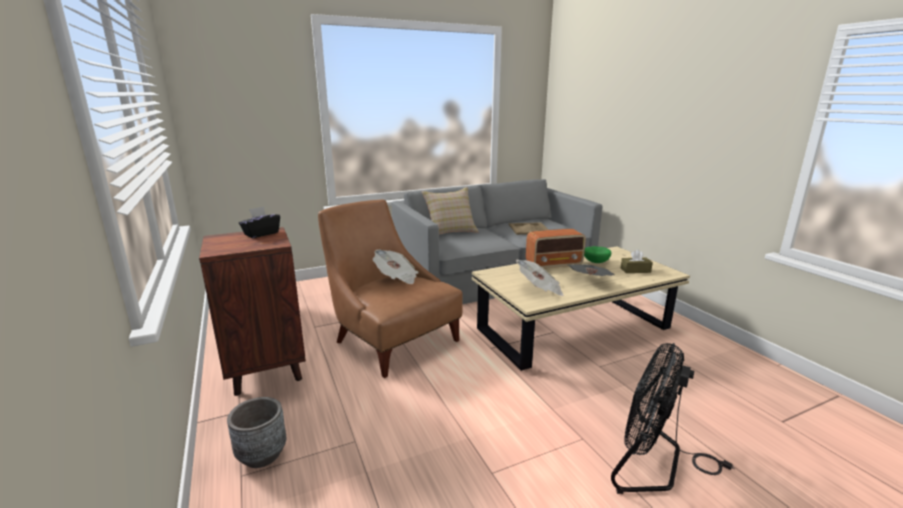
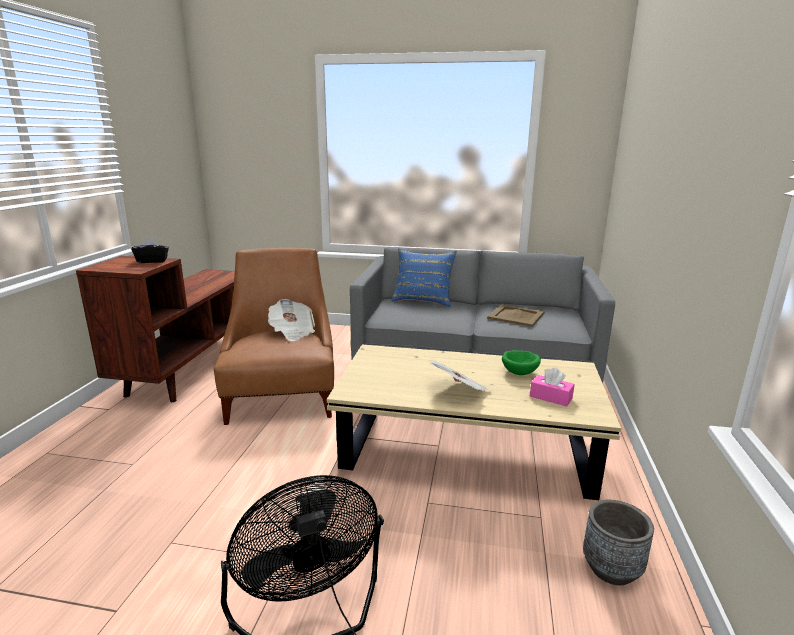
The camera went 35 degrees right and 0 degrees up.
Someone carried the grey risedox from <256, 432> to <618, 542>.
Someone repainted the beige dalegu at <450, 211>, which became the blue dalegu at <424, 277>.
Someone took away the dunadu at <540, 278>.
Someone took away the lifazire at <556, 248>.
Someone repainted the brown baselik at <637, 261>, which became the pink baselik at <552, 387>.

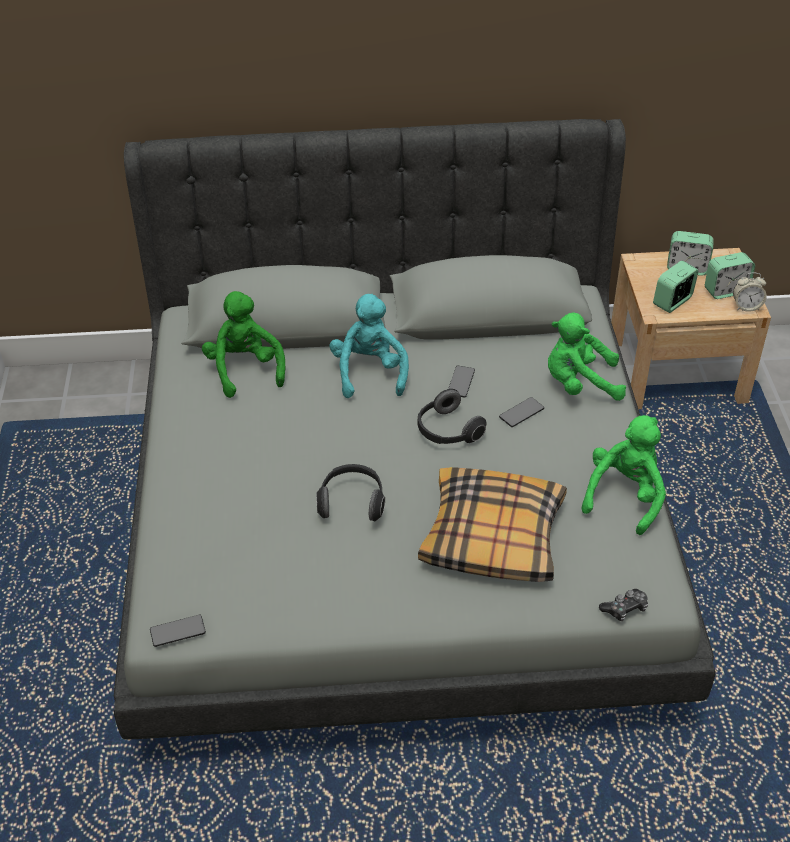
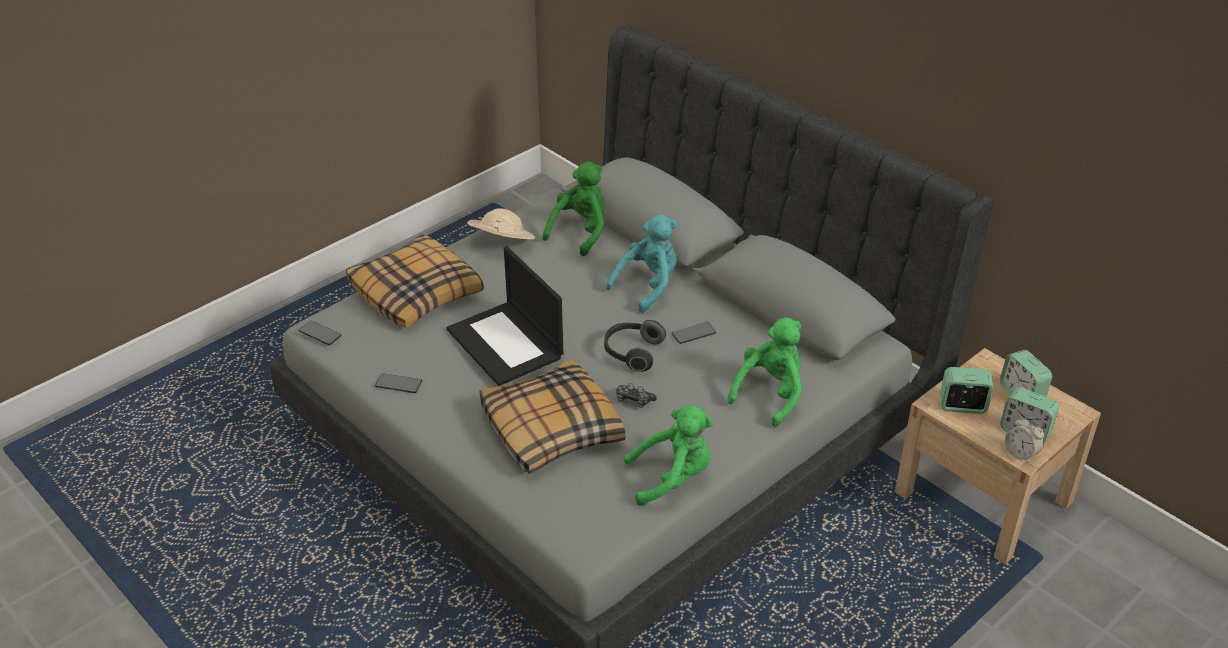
The camera went 50 degrees right and 5 degrees down.
Someone swapped the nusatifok at <350, 492> for the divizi at <505, 316>.
Someone carried the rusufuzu from <521, 412> to <398, 383>.
Someone rotated the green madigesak at <587, 356> by 75 degrees clockwise.
Someone carried the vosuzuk from <623, 605> to <637, 395>.
Someone put down the dalegu at <415, 281>.
Someone put down the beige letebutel at <501, 223>.

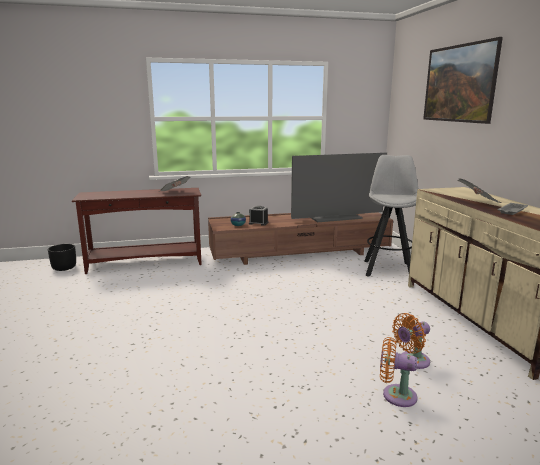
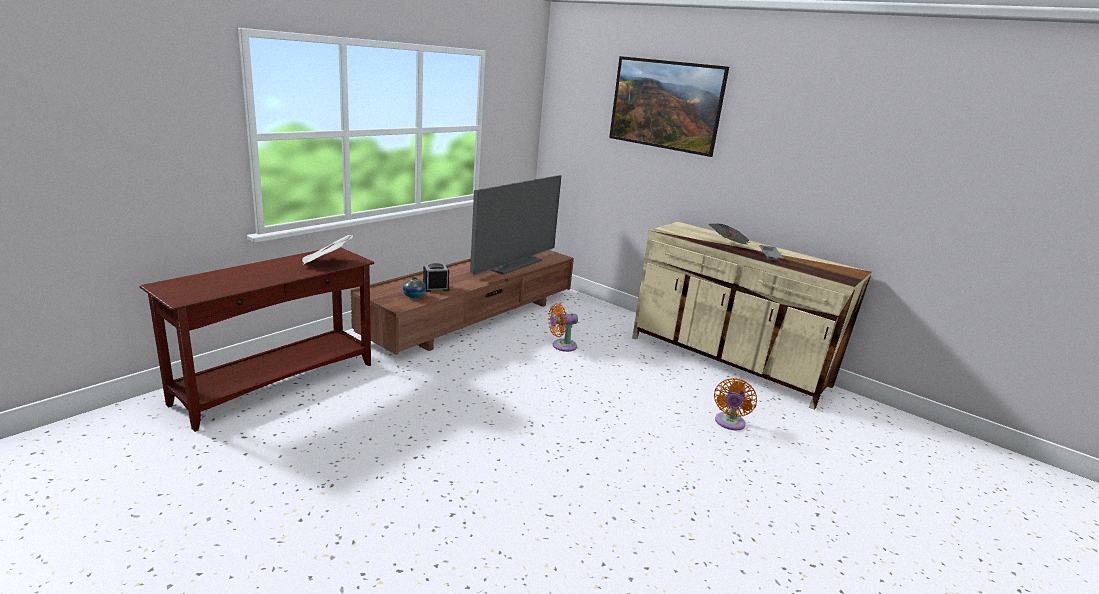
The camera went 40 degrees left and 5 degrees up.
Someone took away the black risedox at <62, 257>.
Someone took away the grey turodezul at <391, 216>.
Someone carried the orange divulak from <398, 372> to <563, 327>.

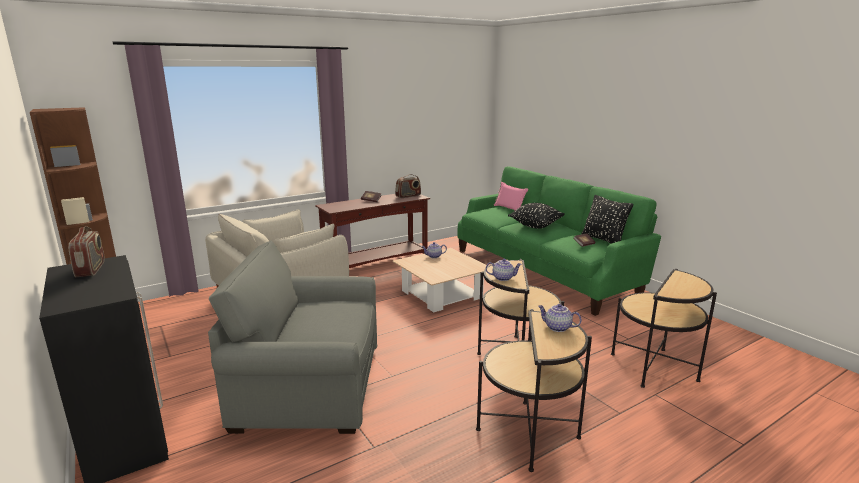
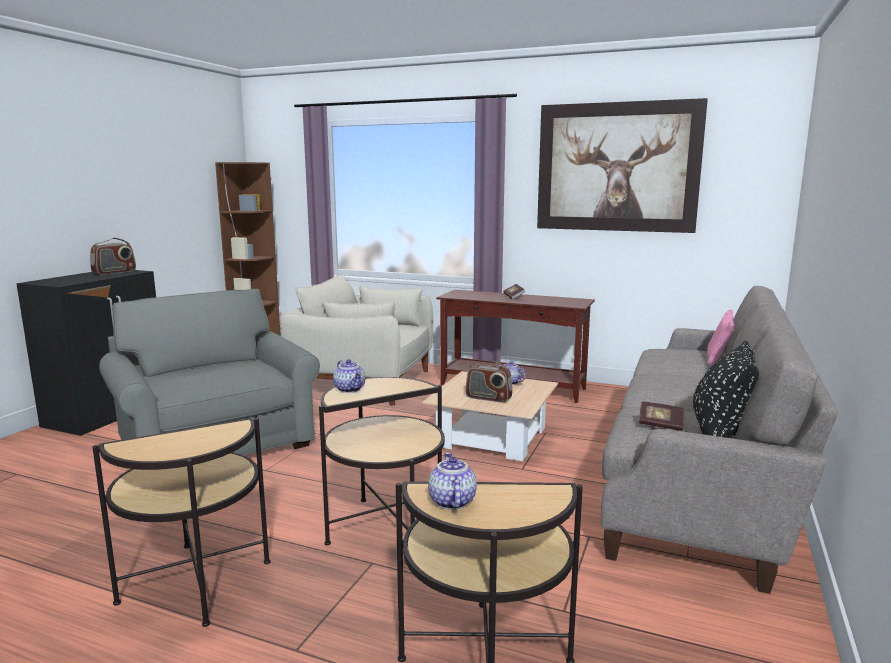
The camera went 55 degrees right and 5 degrees down.
Someone carried the lifazire from <408, 186> to <488, 381>.
Someone repainted the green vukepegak at <559, 241>, which became the grey vukepegak at <719, 440>.
Someone took away the black dalegu at <536, 216>.
Someone carried the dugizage from <560, 318> to <452, 480>.
Someone put up the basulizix at <622, 165>.

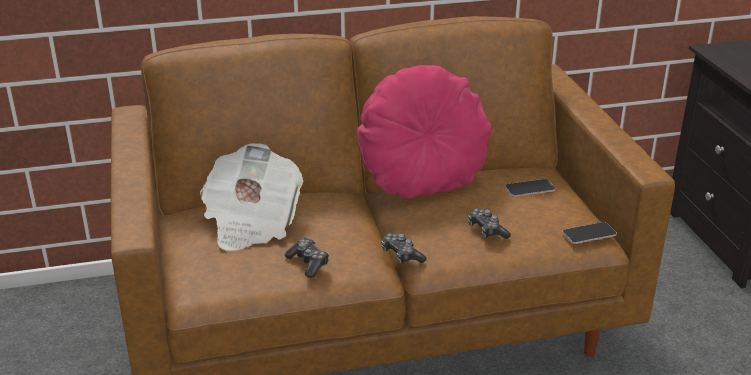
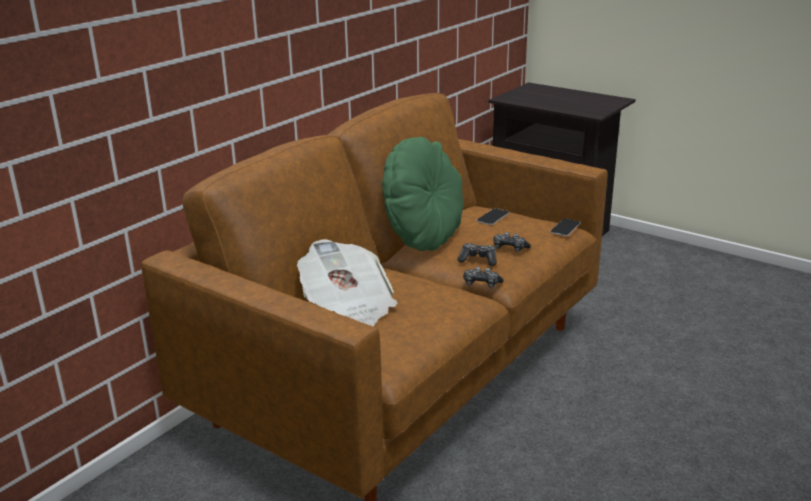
The camera went 40 degrees left and 5 degrees down.
Someone carried the vosuzuk from <307, 258> to <477, 254>.
Someone repainted the pink dalegu at <424, 132>, which became the green dalegu at <422, 194>.

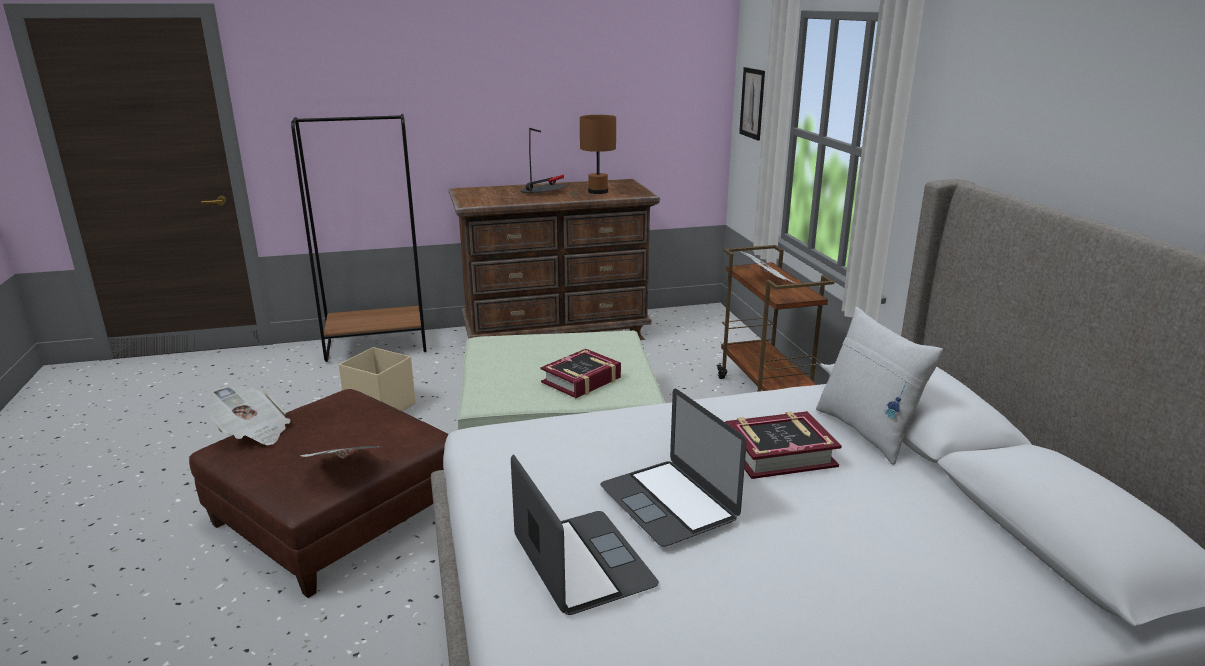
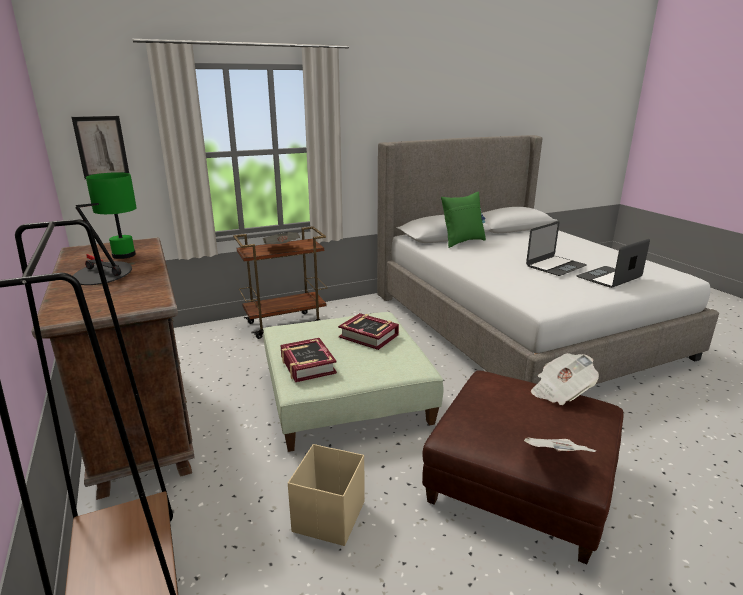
The camera went 100 degrees left and 0 degrees up.
Someone repainted the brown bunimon at <598, 154>, which became the green bunimon at <111, 215>.
Someone carried the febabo from <783, 445> to <308, 360>.
Someone repainted the grey dalegu at <879, 386>, which became the green dalegu at <463, 219>.

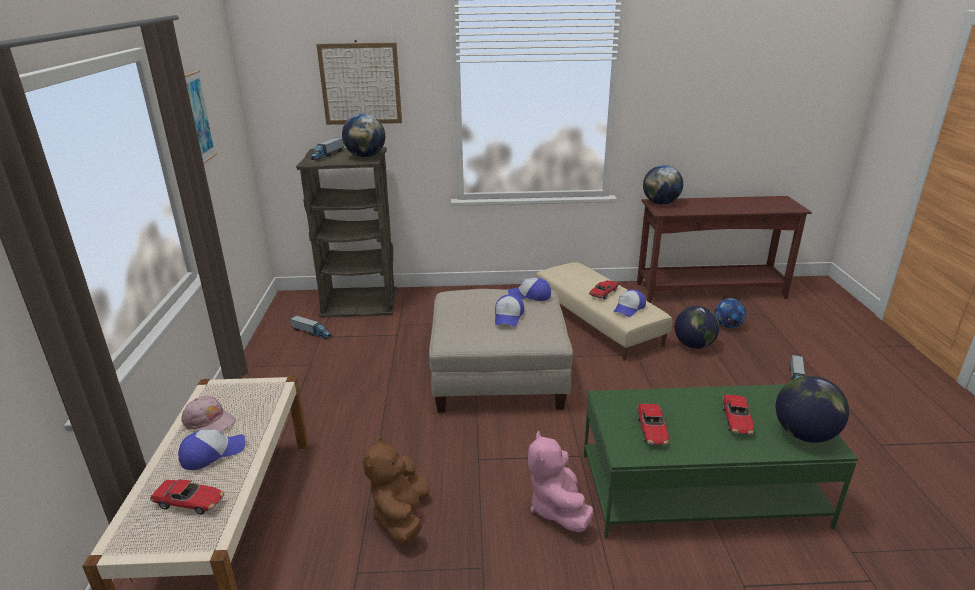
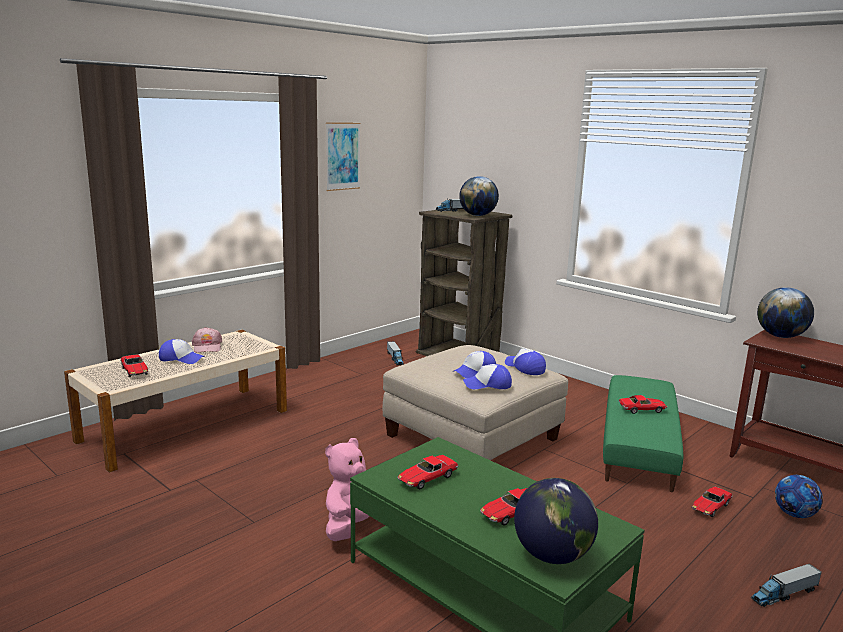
The camera went 45 degrees right and 10 degrees down.
Someone took away the basulizix at <359, 82>.
Someone took away the brown madigesak at <396, 490>.
Someone repainted the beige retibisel at <604, 311>, which became the green retibisel at <643, 433>.
Someone carried the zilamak from <630, 303> to <487, 376>.
Someone swapped the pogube at <697, 327> for the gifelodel at <712, 501>.

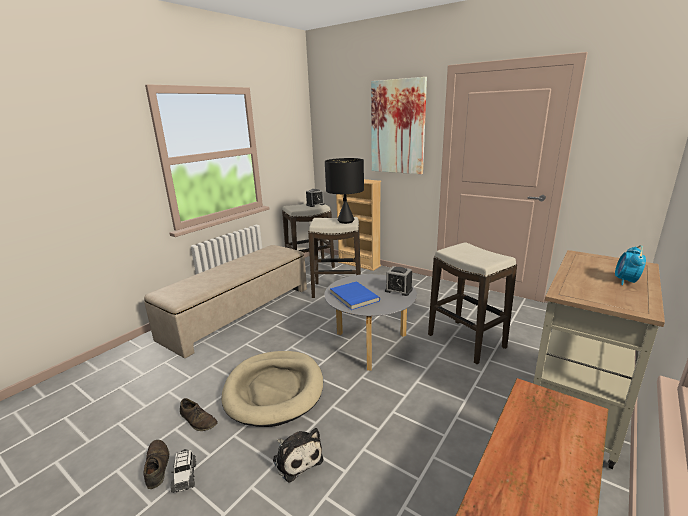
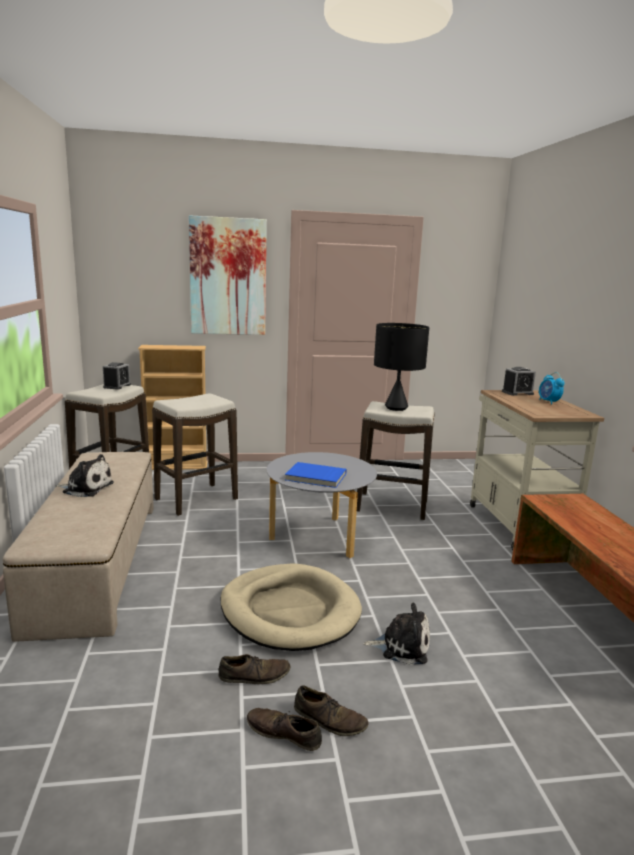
The camera went 45 degrees left and 5 degrees down.
Someone swapped the gifelodel at <183, 471> for the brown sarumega at <331, 710>.
Someone carried the black bunimon from <344, 191> to <401, 367>.
Someone carried the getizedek from <399, 281> to <519, 381>.
Someone put down the madigesak at <84, 475>.

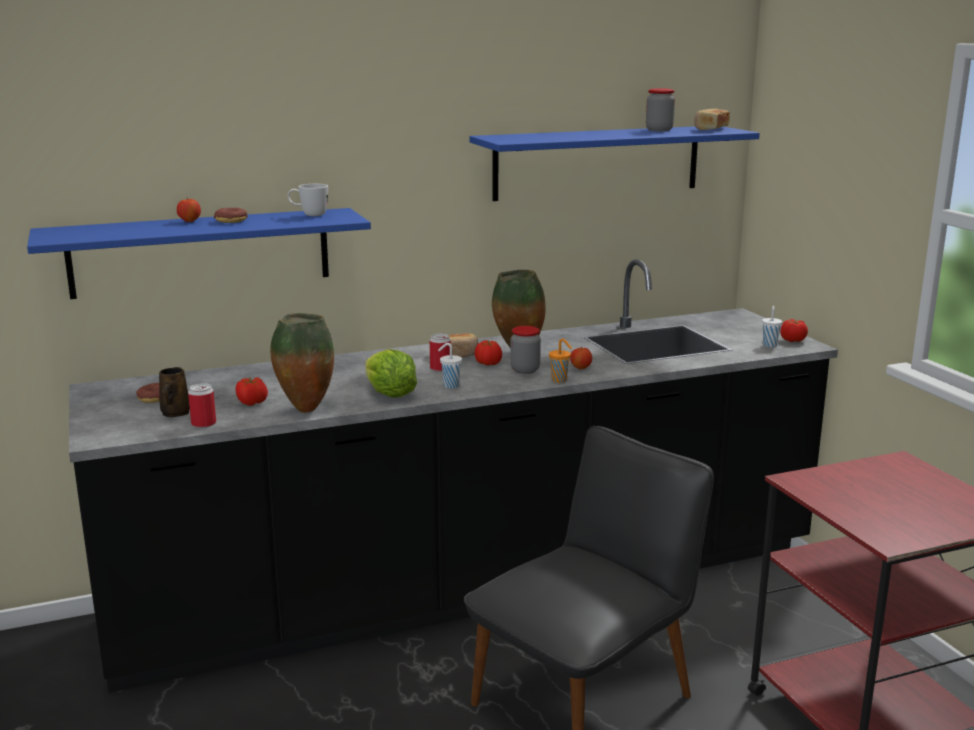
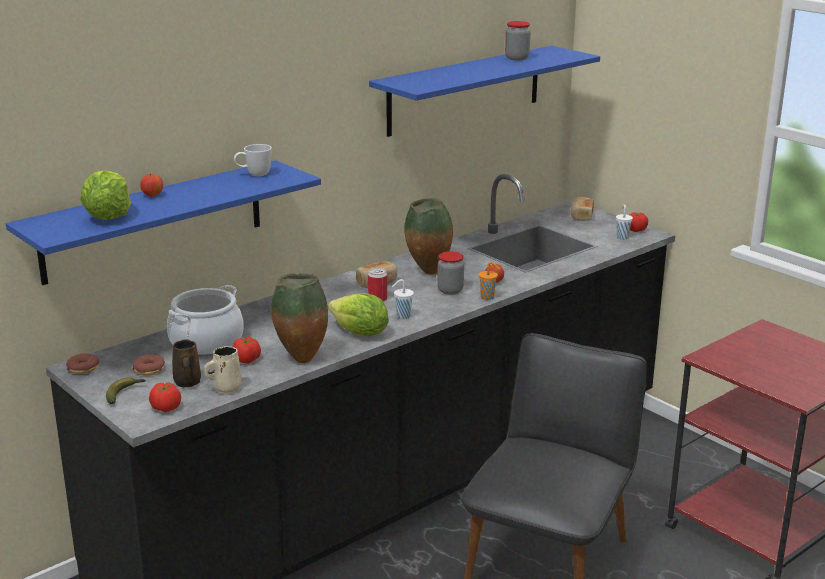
The camera went 20 degrees left and 5 degrees up.
Someone swapped the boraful at <202, 405> for the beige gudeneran at <223, 370>.
Someone carried the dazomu from <231, 215> to <82, 363>.
Someone carried the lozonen from <488, 353> to <165, 397>.
Someone carried the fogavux from <712, 119> to <582, 209>.
Someone put down the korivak at <105, 195>.
Someone put down the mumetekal at <126, 391>.
Someone put down the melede at <205, 320>.

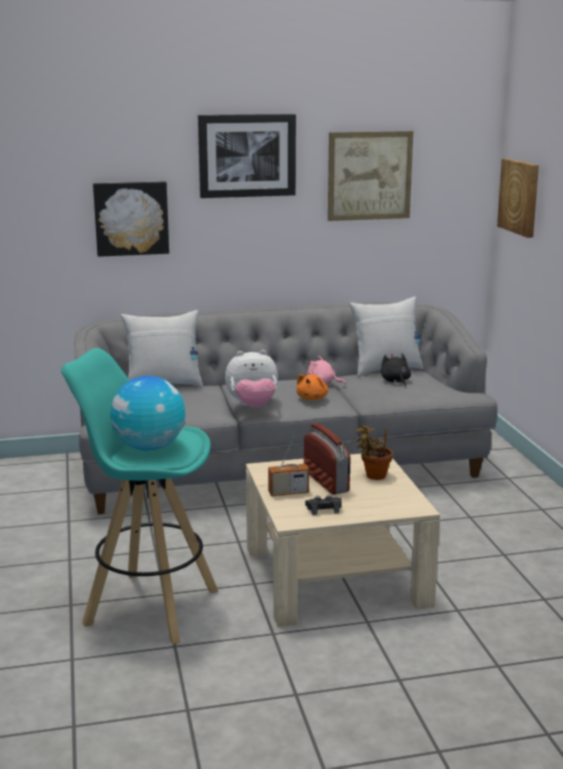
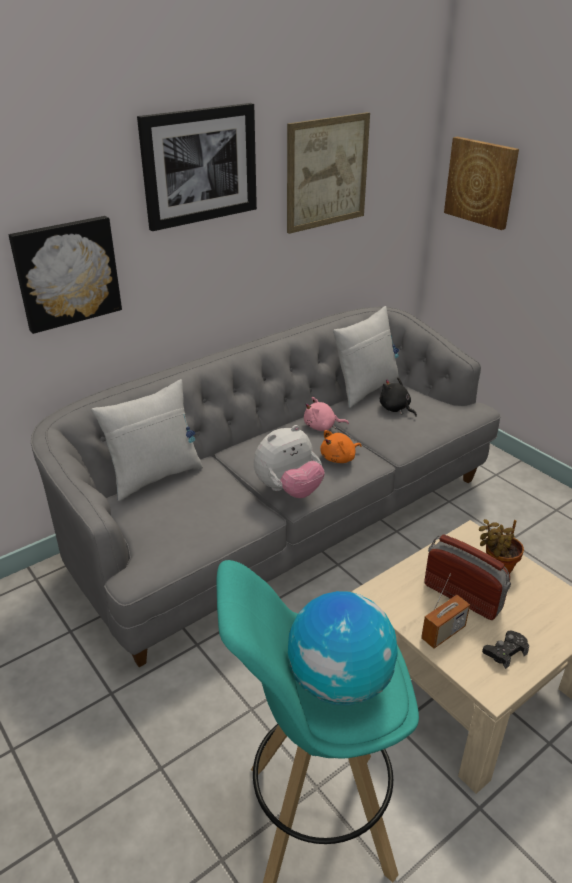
The camera went 25 degrees left and 15 degrees up.
Someone rotated the orange madigesak at <312, 387> by 60 degrees clockwise.

